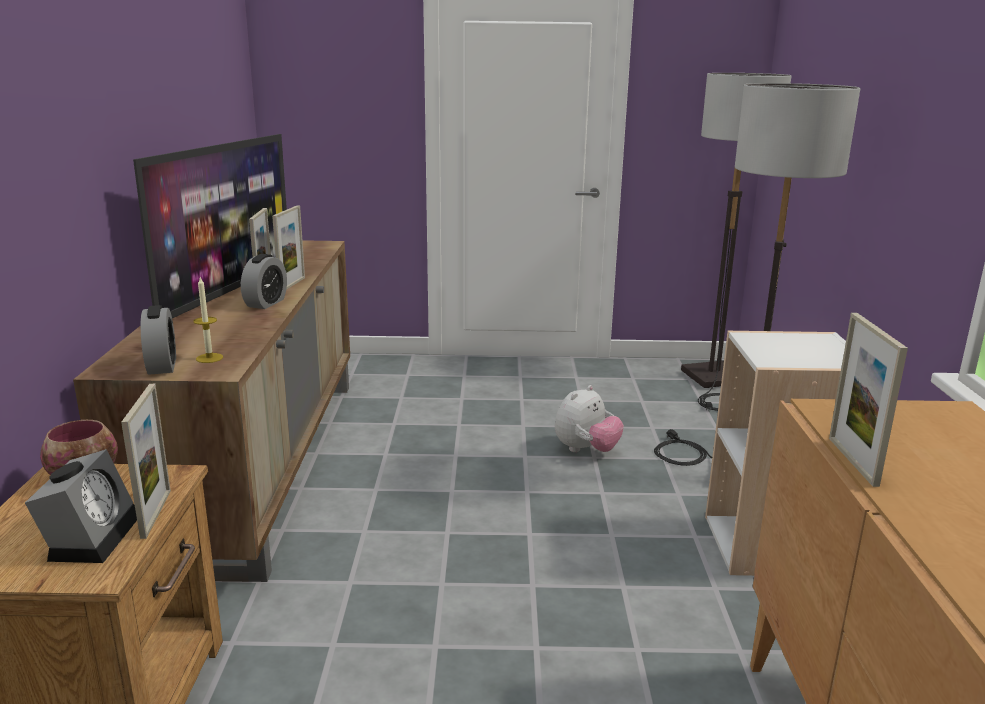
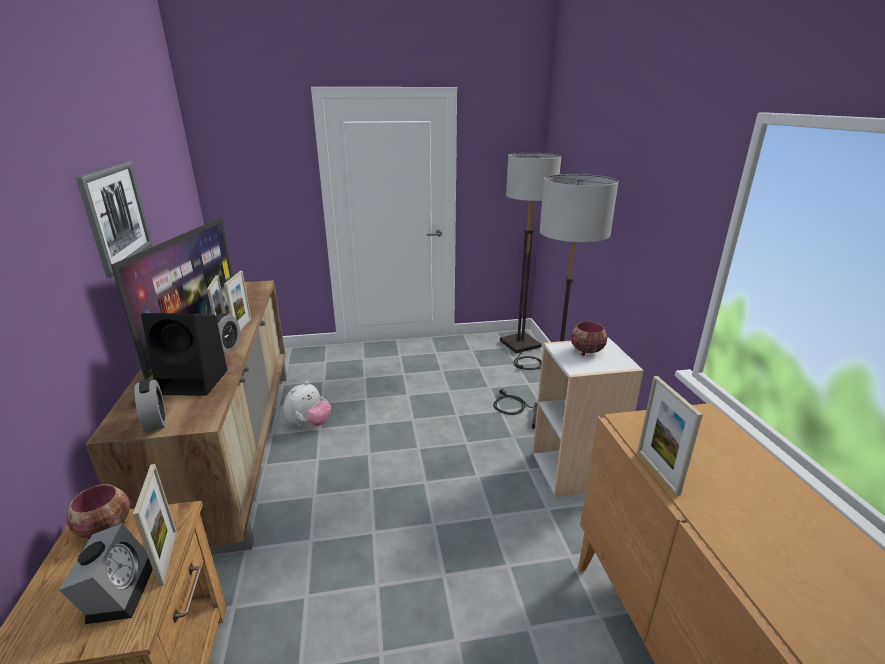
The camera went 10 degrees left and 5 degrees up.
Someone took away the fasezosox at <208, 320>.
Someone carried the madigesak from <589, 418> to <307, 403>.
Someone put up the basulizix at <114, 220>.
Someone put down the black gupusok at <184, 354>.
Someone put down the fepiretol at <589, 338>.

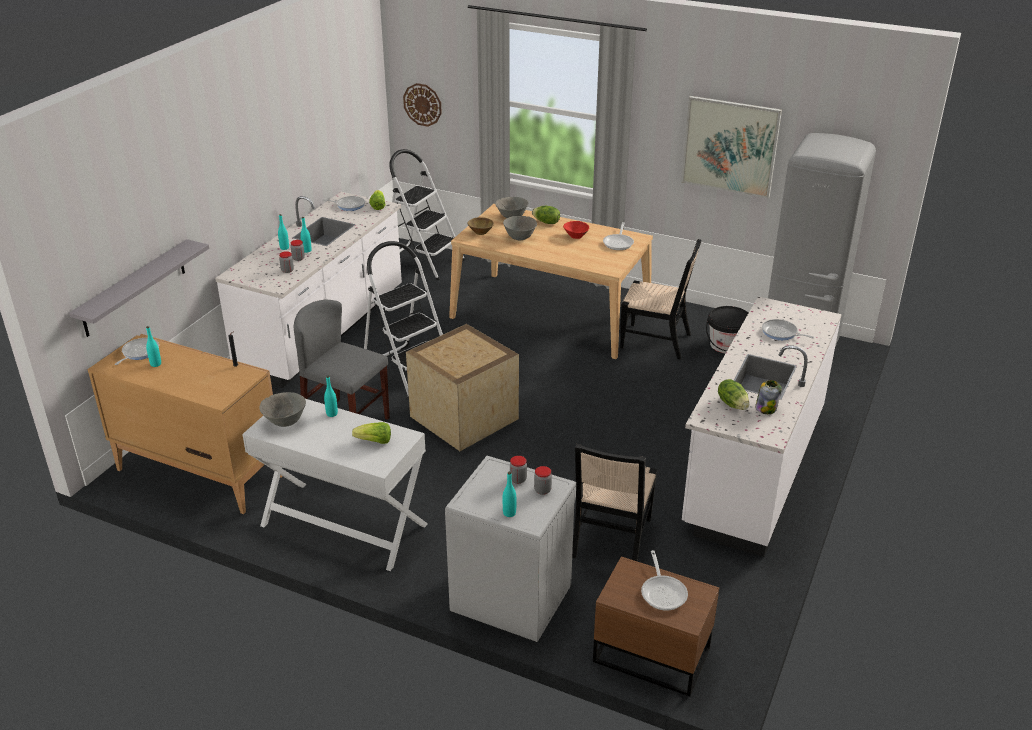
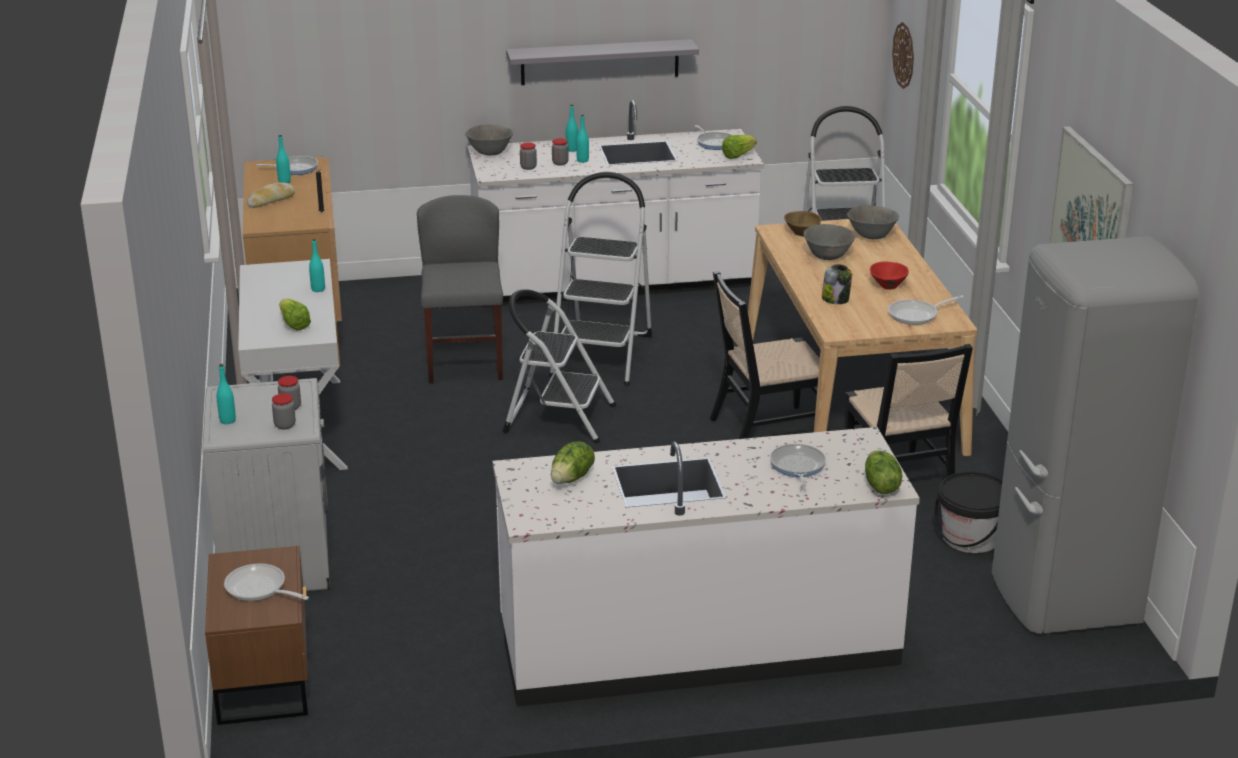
The camera went 55 degrees right and 5 degrees down.
Someone carried the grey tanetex from <139, 288> to <602, 62>.
Someone carried the grey fepiretol from <282, 409> to <489, 139>.
Someone swapped the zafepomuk at <462, 387> for the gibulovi at <559, 366>.
Someone carried the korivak from <546, 215> to <883, 472>.
Someone carried the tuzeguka from <615, 502> to <765, 354>.
Someone rotated the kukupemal at <664, 580> by 75 degrees clockwise.
Someone carried the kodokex from <768, 397> to <837, 284>.
Someone put down the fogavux at <271, 195>.

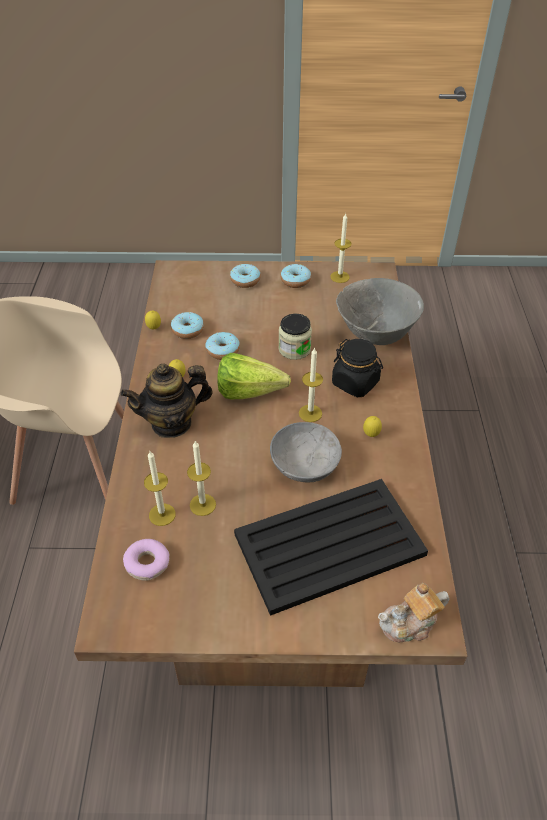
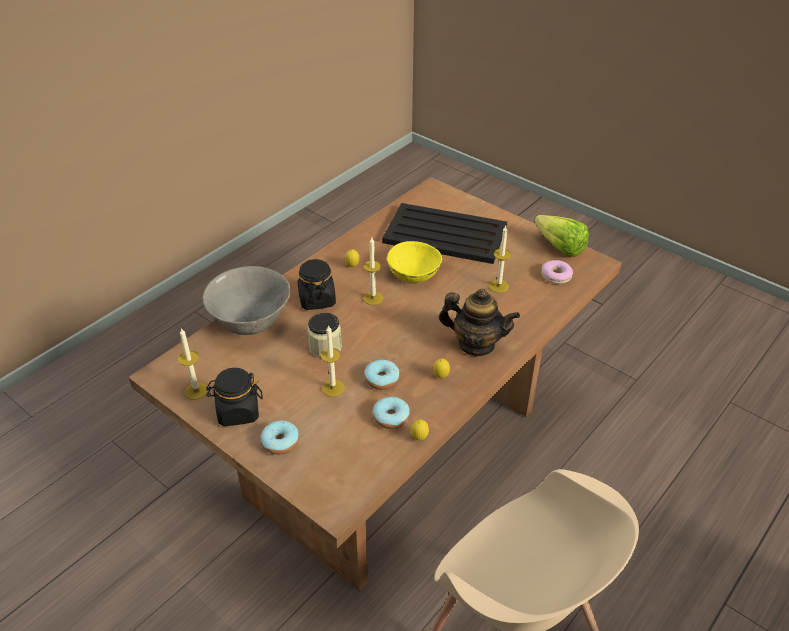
The camera went 140 degrees left and 5 degrees down.
Someone carried the fasezosox from <160, 488> to <333, 361>.
Someone carried the korivak from <254, 376> to <561, 236>.
Someone repainted the grey fepiretol at <306, 452>, which became the yellow fepiretol at <414, 262>.
Someone swapped the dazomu at <296, 276> for the black kodokex at <234, 397>.
Someone took away the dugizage at <413, 612>.

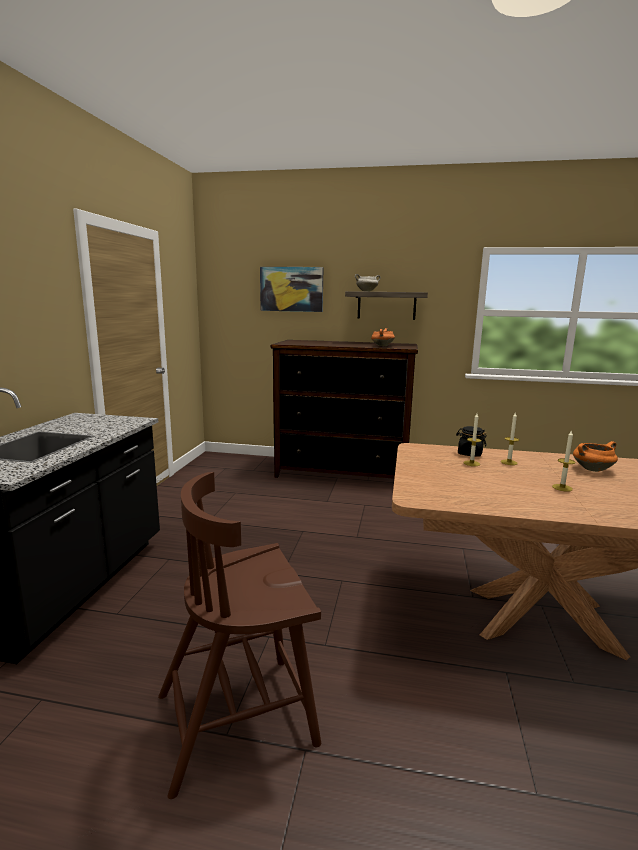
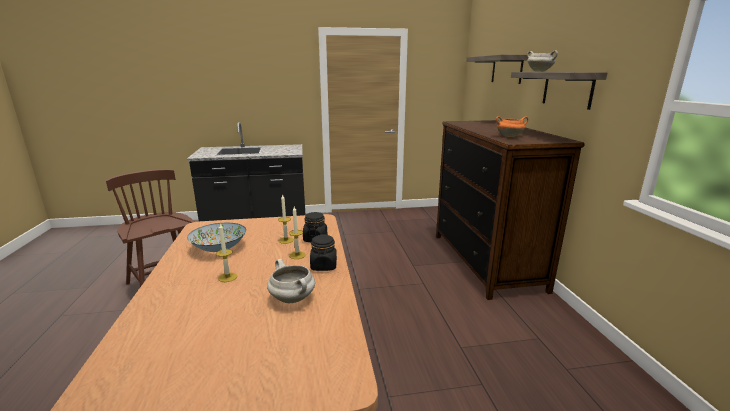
The camera went 70 degrees right and 5 degrees up.
Someone swapped the basulizix at <292, 289> for the tanetex at <497, 69>.
Someone repainted the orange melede at <595, 456>, which became the white melede at <291, 281>.
Someone put down the fepiretol at <216, 237>.
Someone put down the black kodokex at <323, 252>.

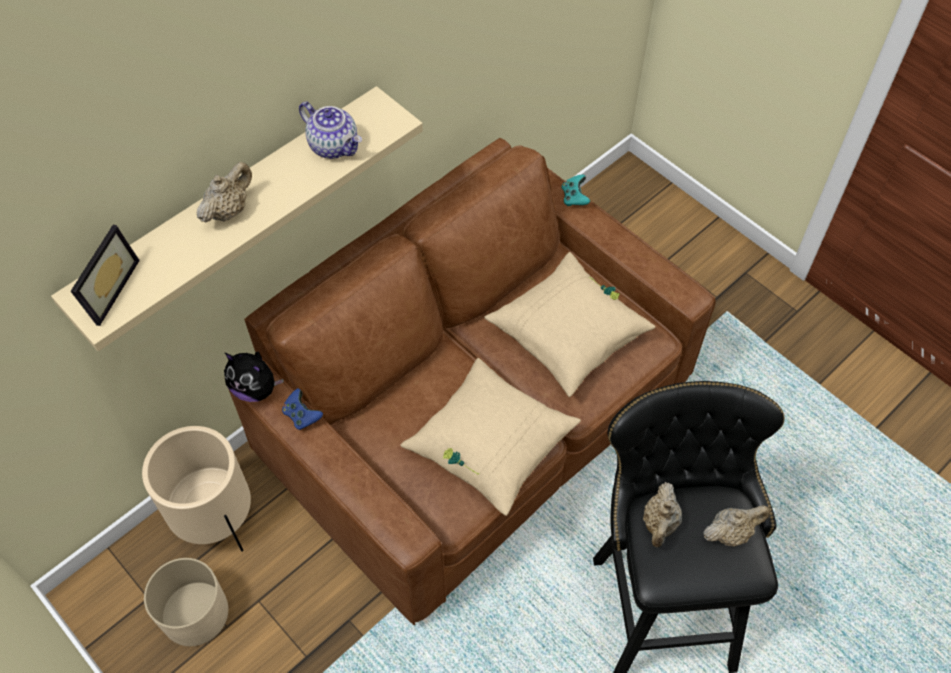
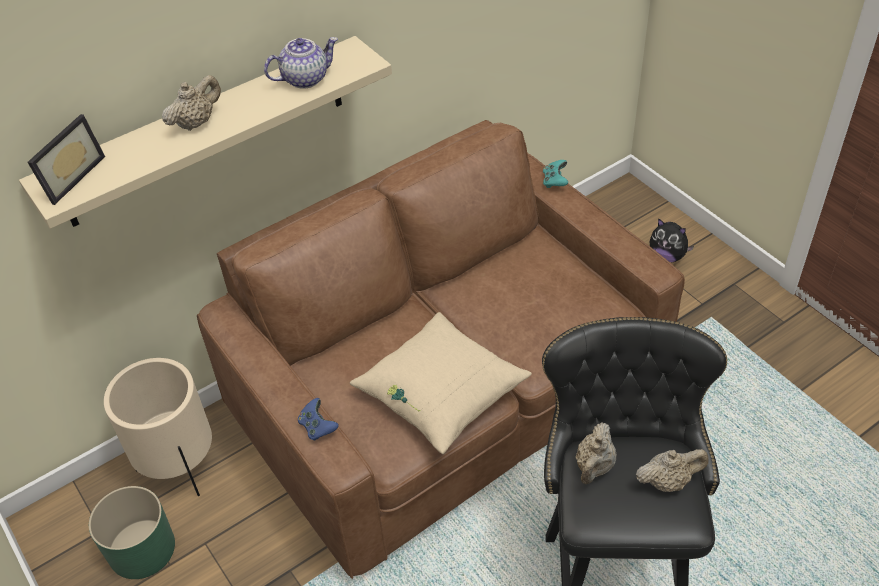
The camera went 10 degrees right and 10 degrees down.
Someone repainted the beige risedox at <186, 602>, which became the green risedox at <132, 532>.
Someone carried the madigesak from <254, 377> to <671, 240>.
Someone carried the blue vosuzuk from <302, 409> to <318, 419>.
Someone rotated the dugizage at <330, 130> by 75 degrees counterclockwise.
Someone took away the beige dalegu at <570, 324>.

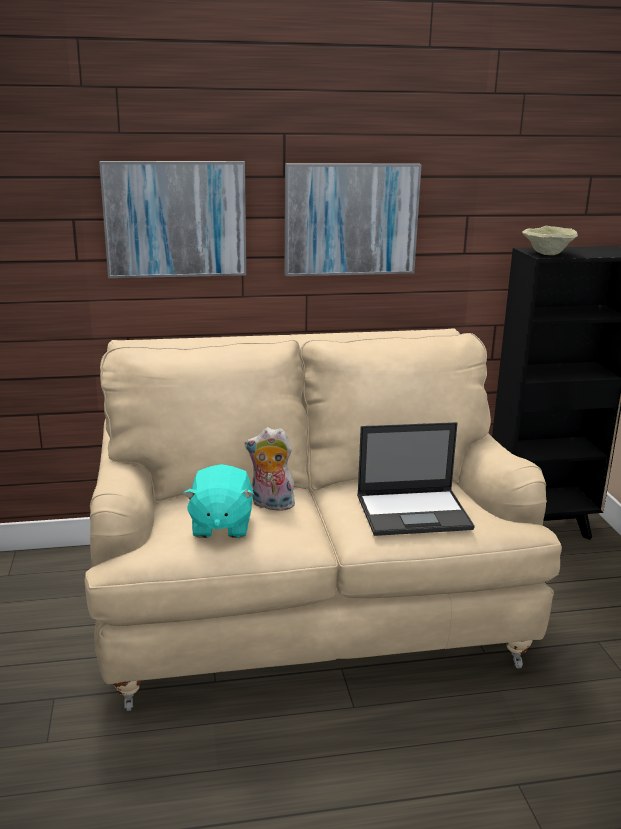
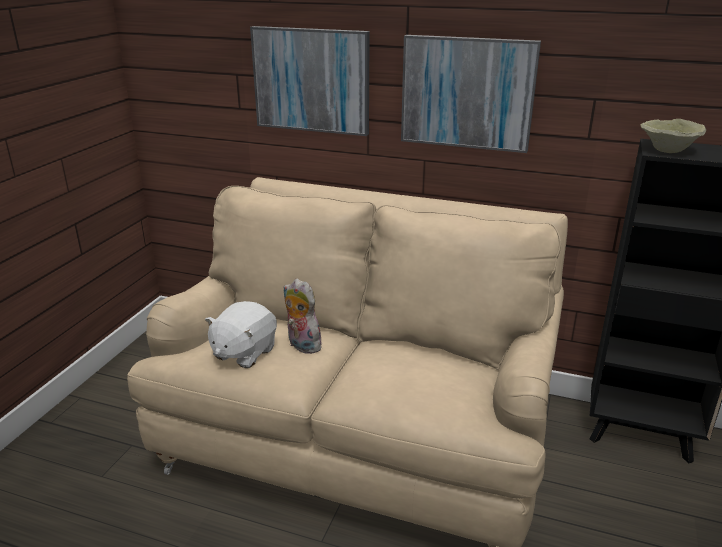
The camera went 30 degrees right and 5 degrees up.
Someone repainted the turquoise madigesak at <218, 501>, which became the white madigesak at <241, 334>.
Someone took away the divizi at <416, 479>.

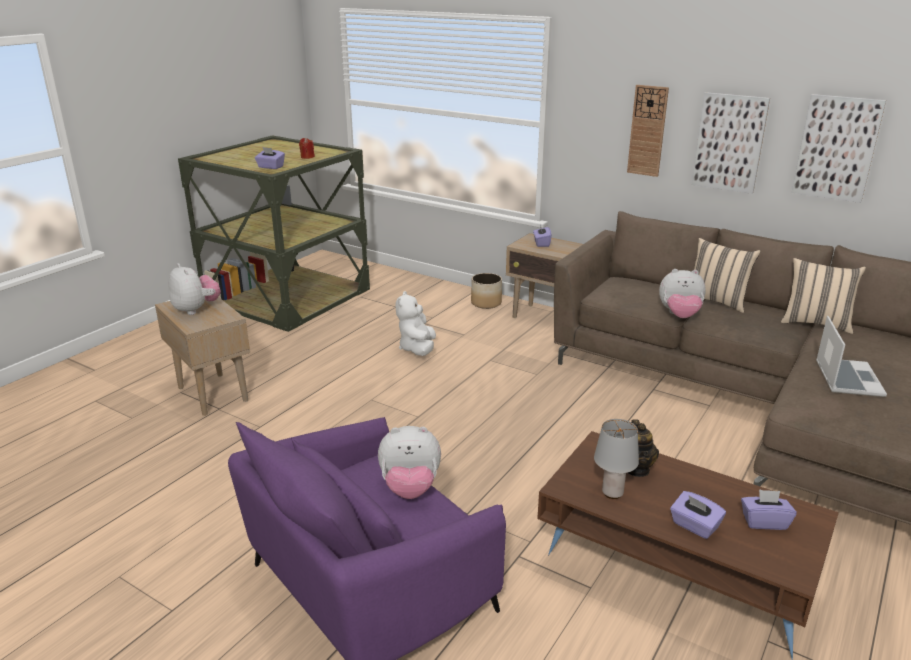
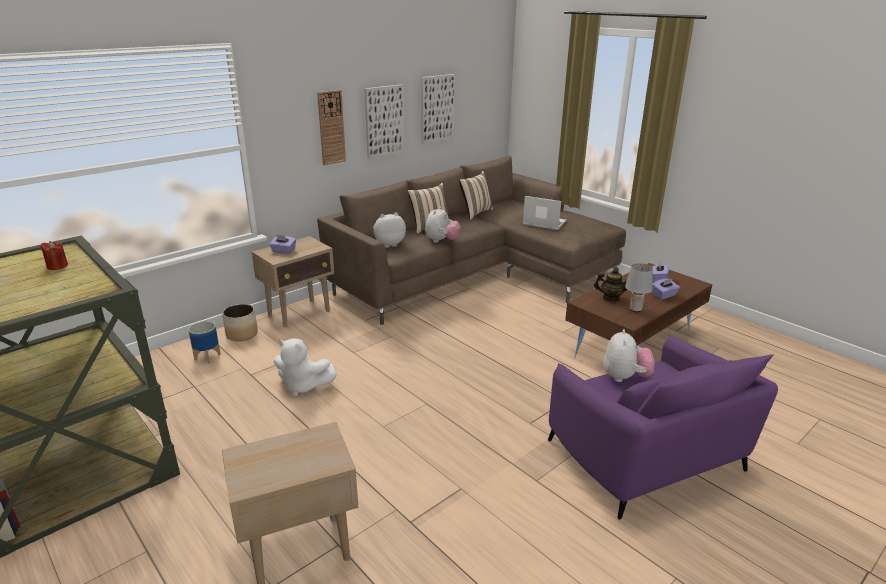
The camera went 75 degrees left and 0 degrees up.
Someone carried the madigesak from <194, 289> to <389, 230>.
Someone took away the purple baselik at <270, 158>.
Someone put down the risedox at <204, 342>.

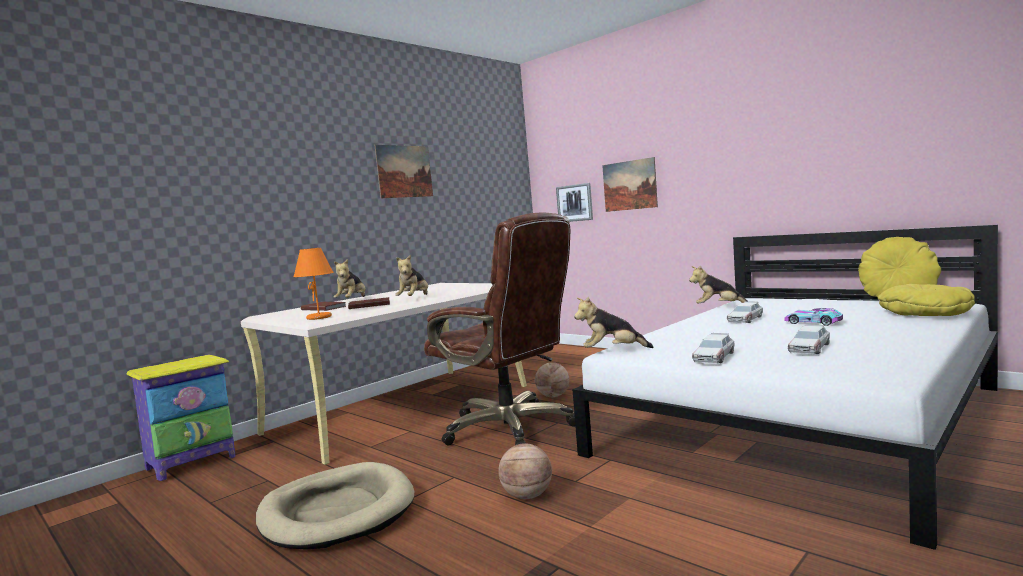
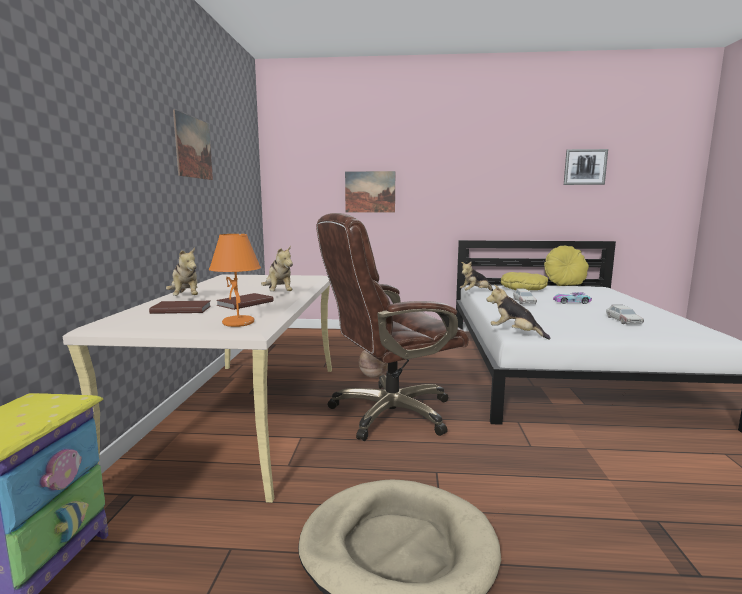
The camera went 40 degrees left and 5 degrees up.
Someone rotated the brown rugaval at <499, 329> by 150 degrees clockwise.
Someone took away the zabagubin at <525, 471>.
Someone carried the basulizix from <574, 202> to <586, 167>.
Someone rotated the madigesak at <614, 322> by 75 degrees clockwise.
Someone took away the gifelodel at <713, 348>.
Someone carried the yellow dalegu from <926, 300> to <524, 281>.

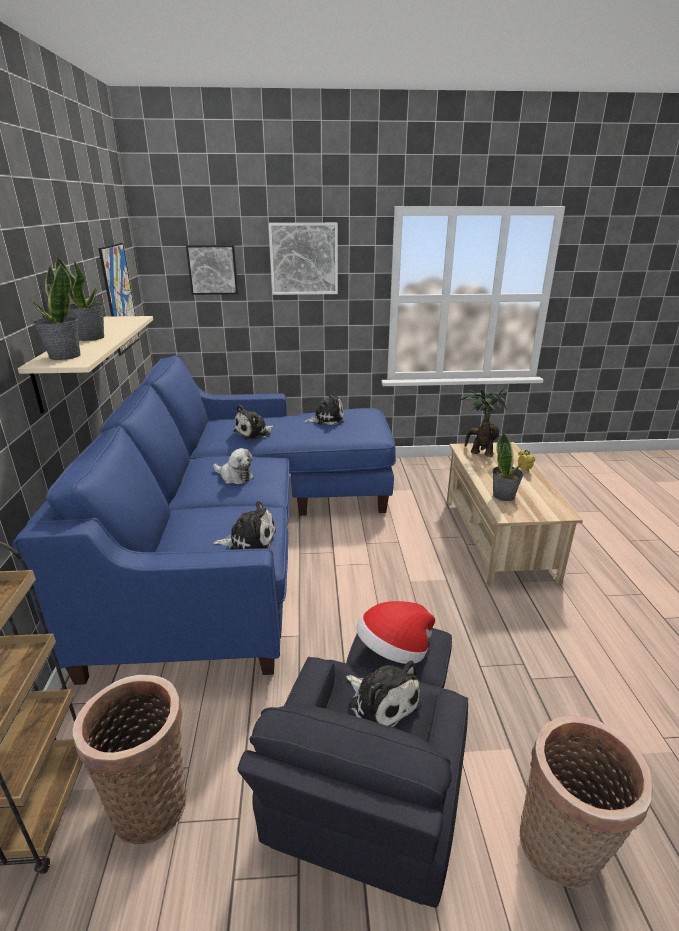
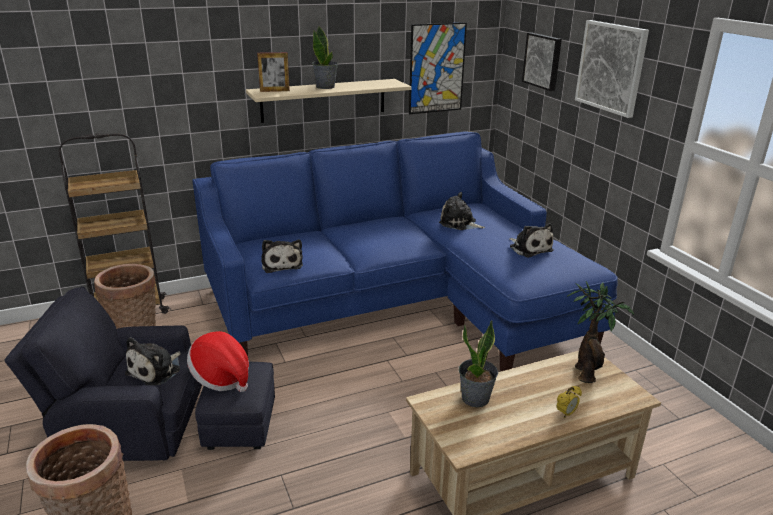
The camera went 70 degrees right and 0 degrees up.
Someone swapped the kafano at <56, 311> for the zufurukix at <273, 72>.
Someone took away the madigesak at <233, 466>.

